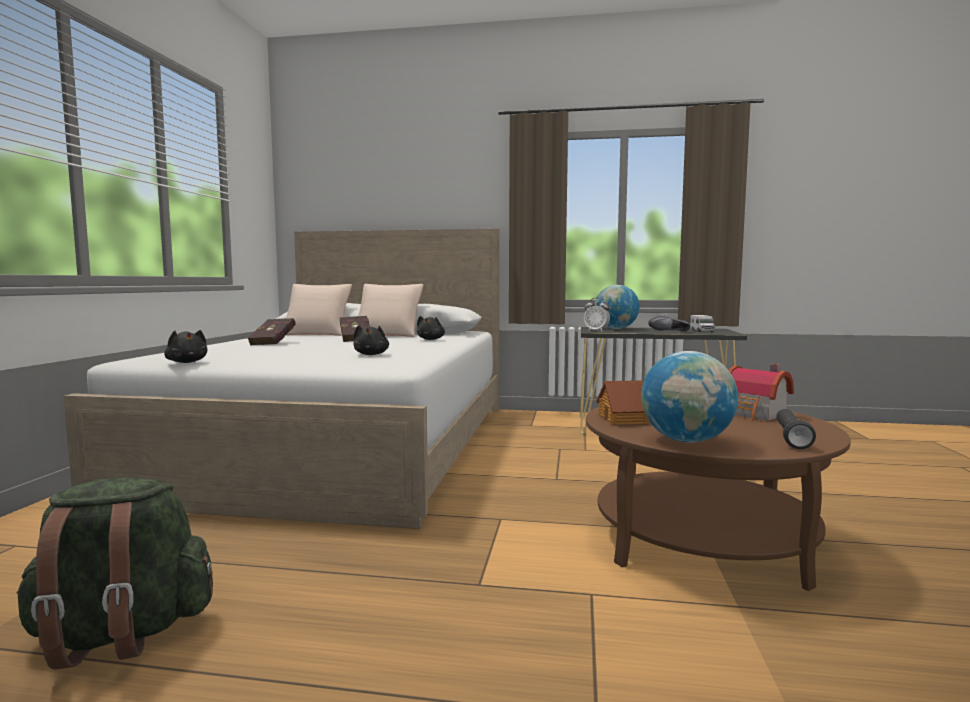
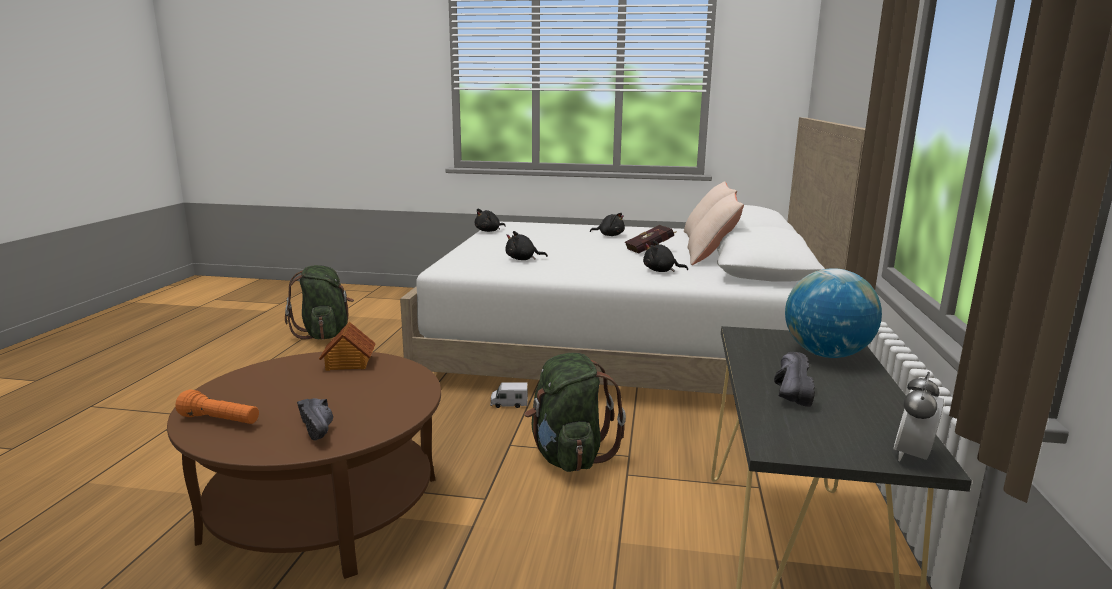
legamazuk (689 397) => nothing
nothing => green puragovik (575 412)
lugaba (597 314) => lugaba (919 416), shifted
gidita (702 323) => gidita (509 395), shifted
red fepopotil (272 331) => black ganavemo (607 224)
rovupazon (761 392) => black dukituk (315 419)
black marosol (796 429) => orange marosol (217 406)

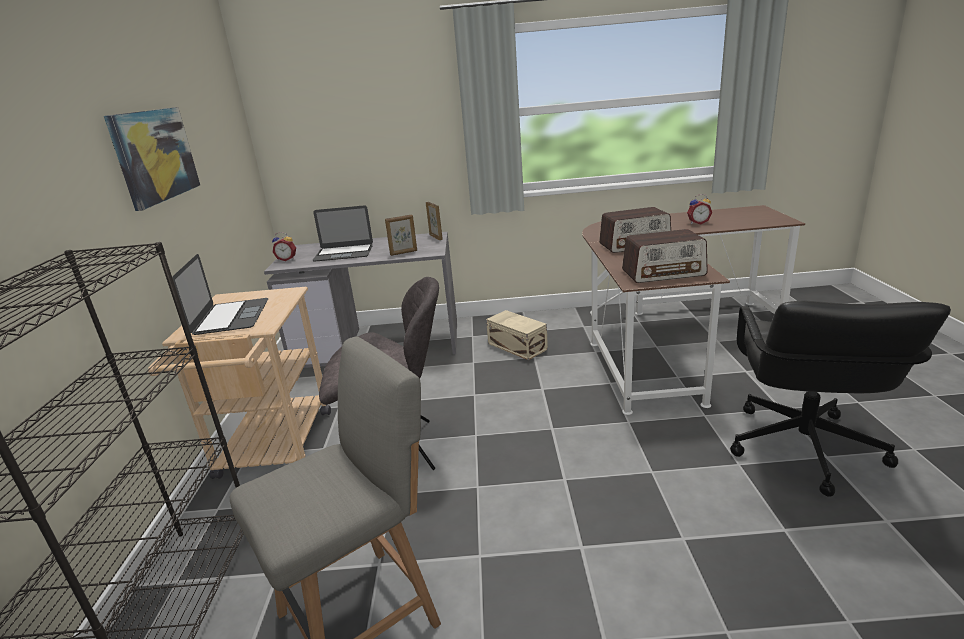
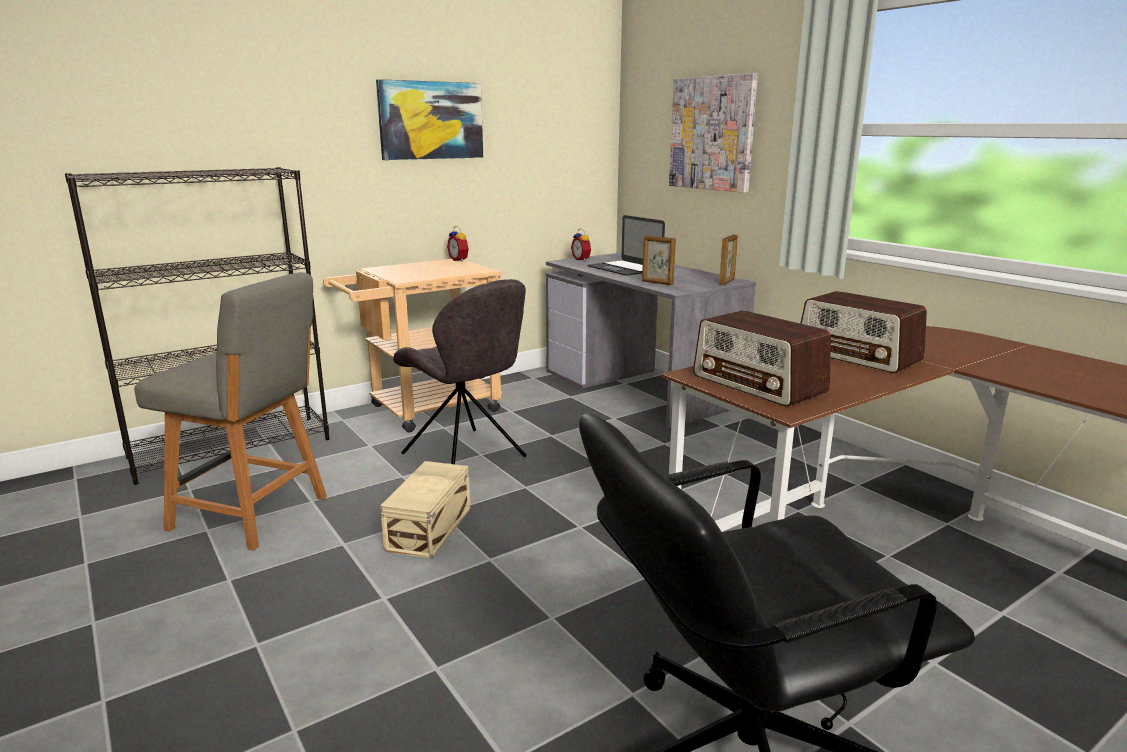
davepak (220 294) => nothing
nothing => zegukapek (713 133)
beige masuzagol (517 335) => beige masuzagol (425 510), shifted
lugaba (699 209) => lugaba (458 244), shifted

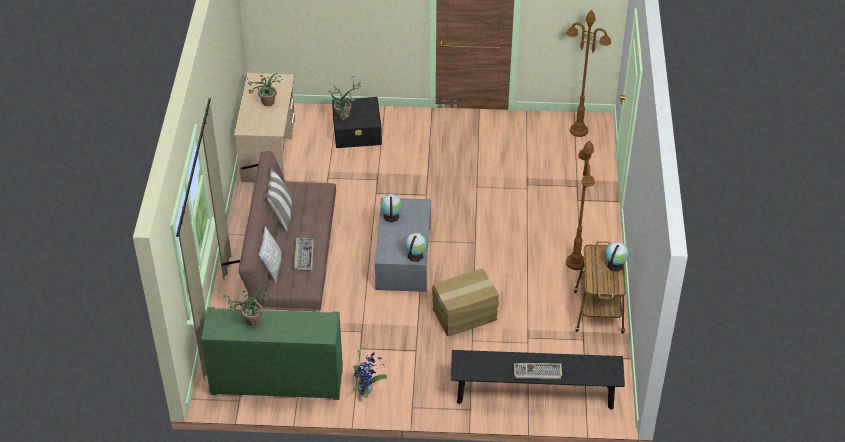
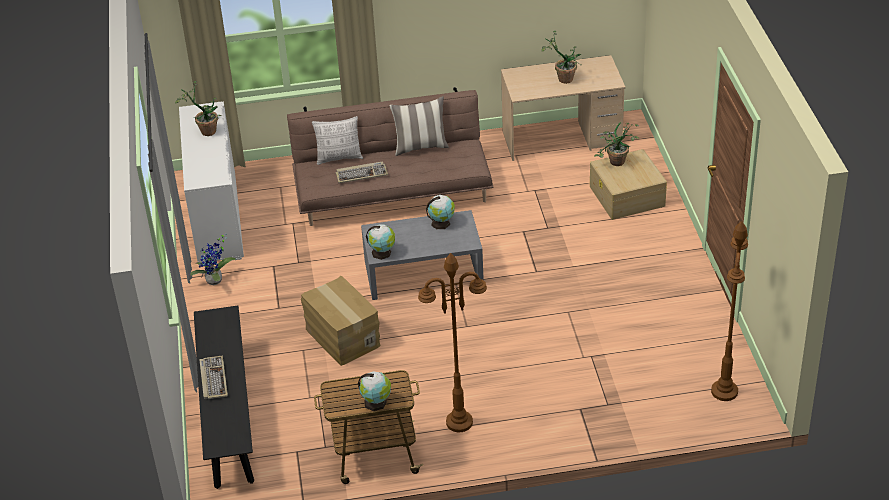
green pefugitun (272 353) => white pefugitun (211 183)
black masuzagol (357 122) => beige masuzagol (628 184)

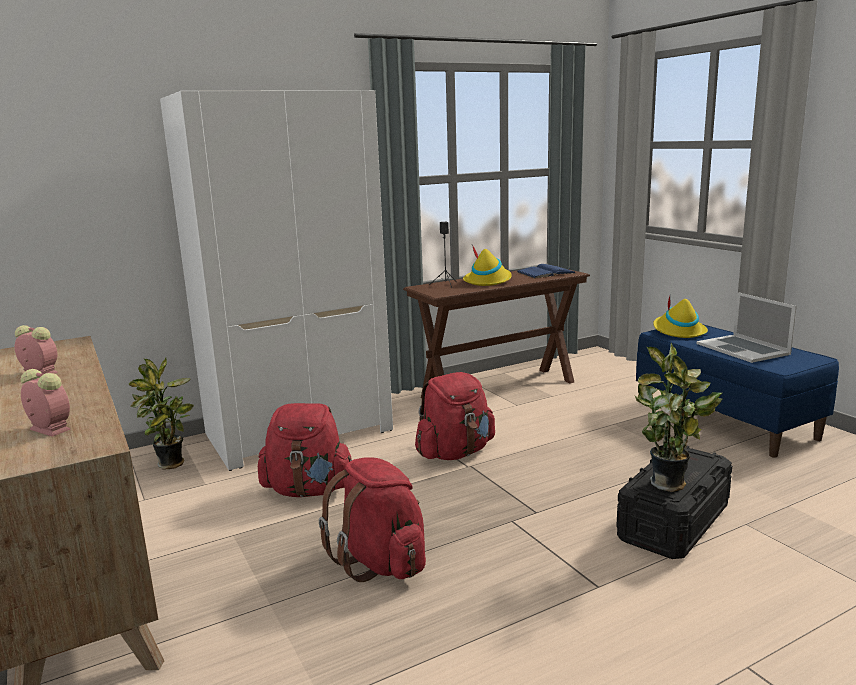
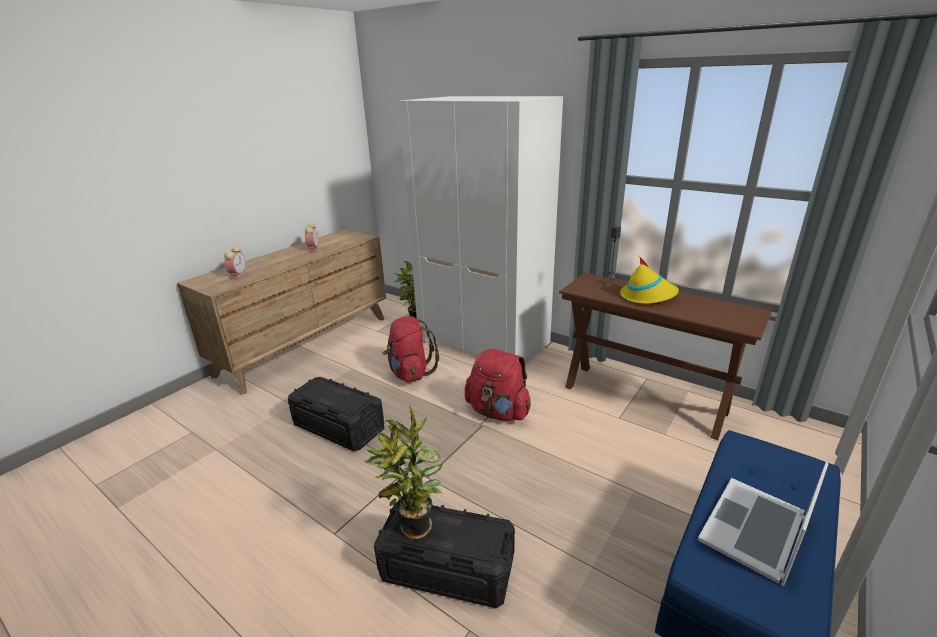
blue fepopotil (546 271) => nothing
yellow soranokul (680 317) => nothing
red puragovik (372 519) => black masuzagol (336 414)

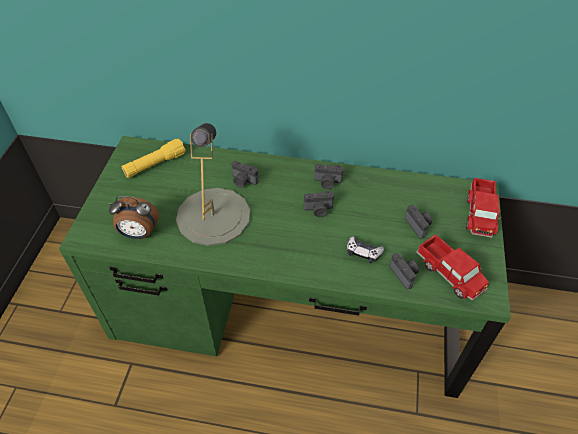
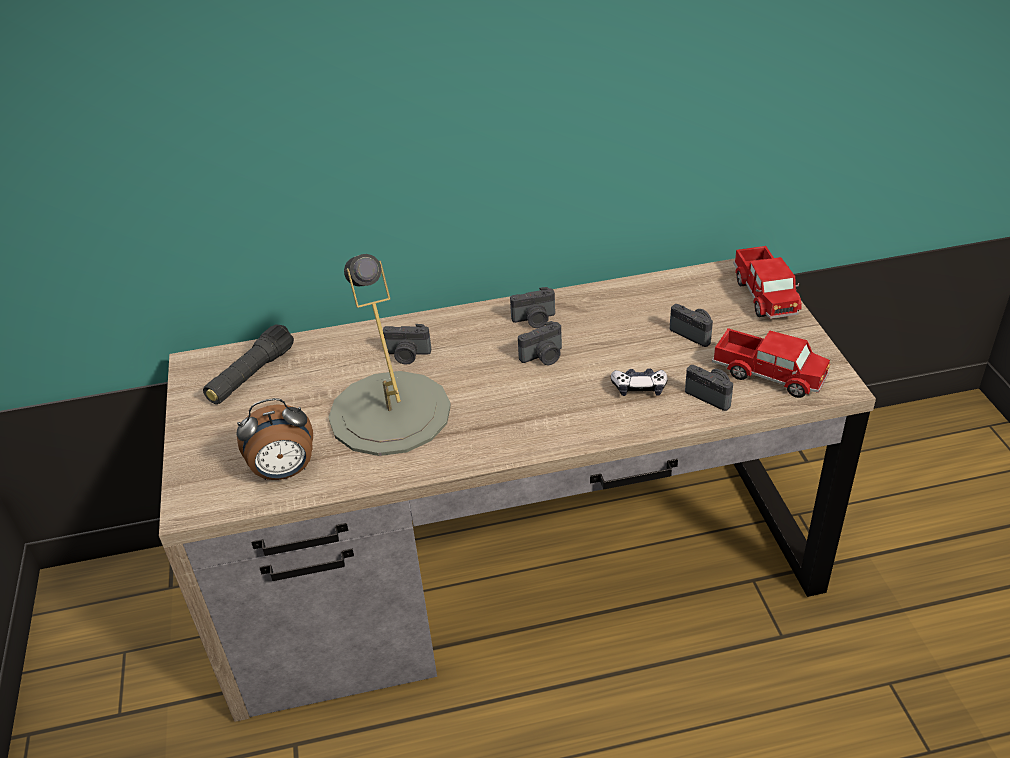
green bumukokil (285 267) => brown bumukokil (517 490)
yellow marosol (154 158) => black marosol (248 364)

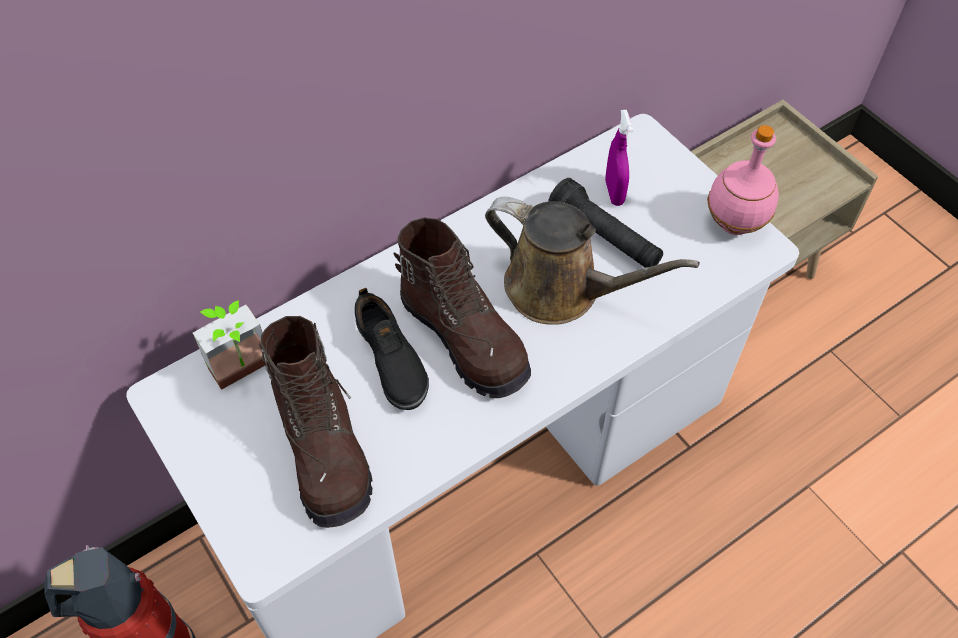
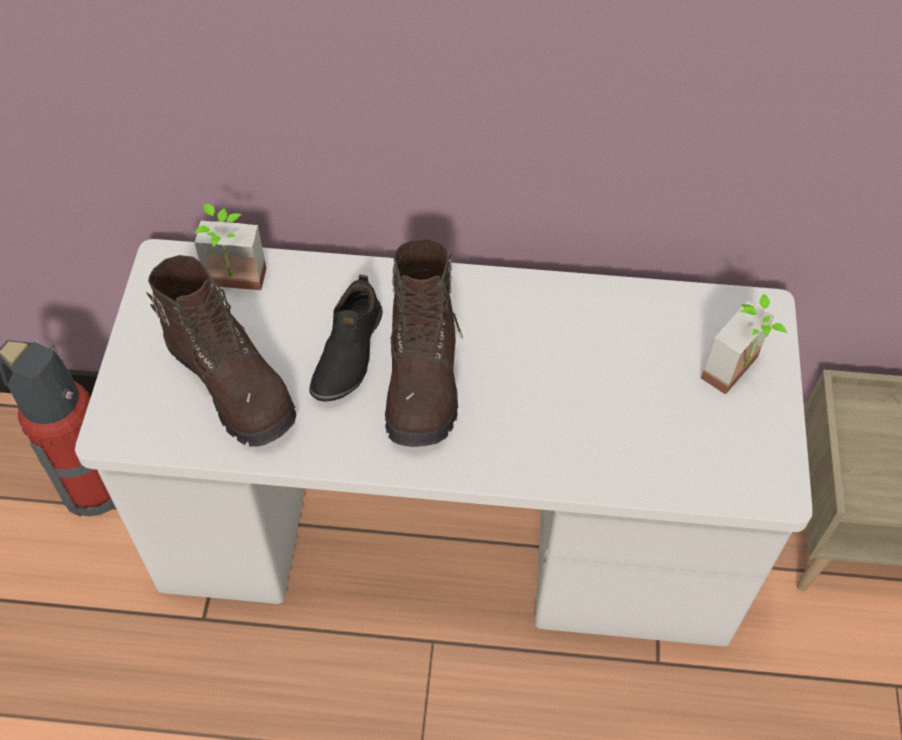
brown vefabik (592 261) => nothing
black marosol (605 223) => nothing
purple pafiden (619 158) => nothing
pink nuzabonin (743 180) => nothing
nothing => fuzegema (744 344)
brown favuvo (315 422) => brown favuvo (221 351), 60 degrees counterclockwise

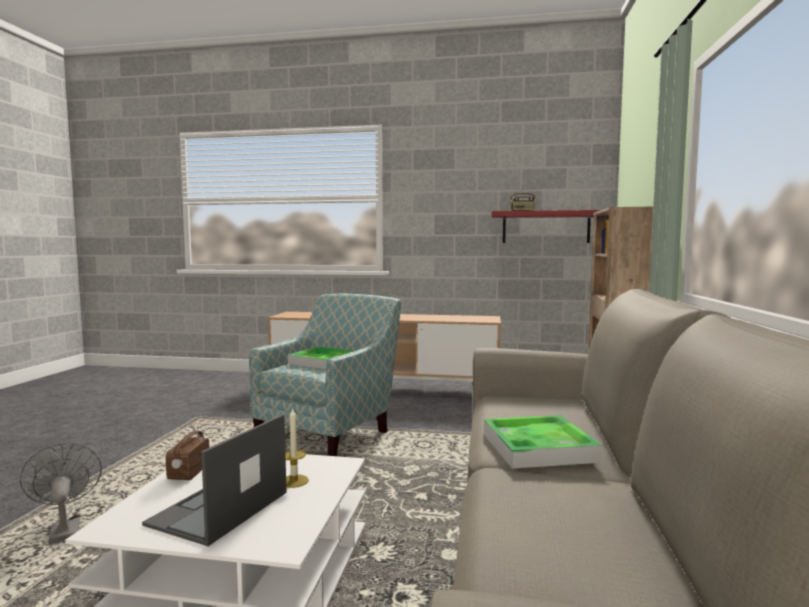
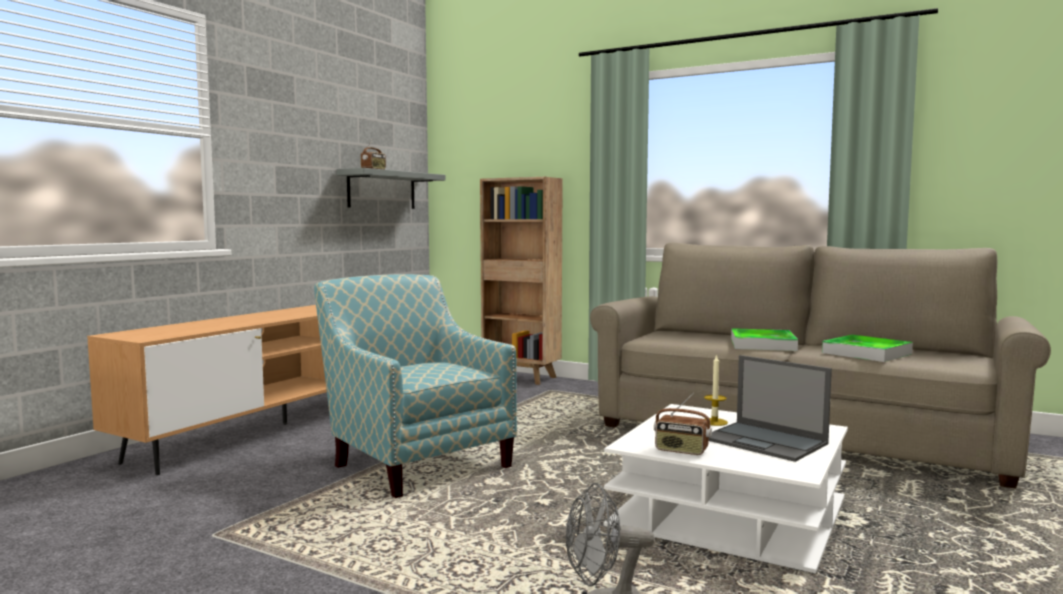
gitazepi (321 358) => gitazepi (867 348), shifted
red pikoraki (546 226) => grey pikoraki (391 188)

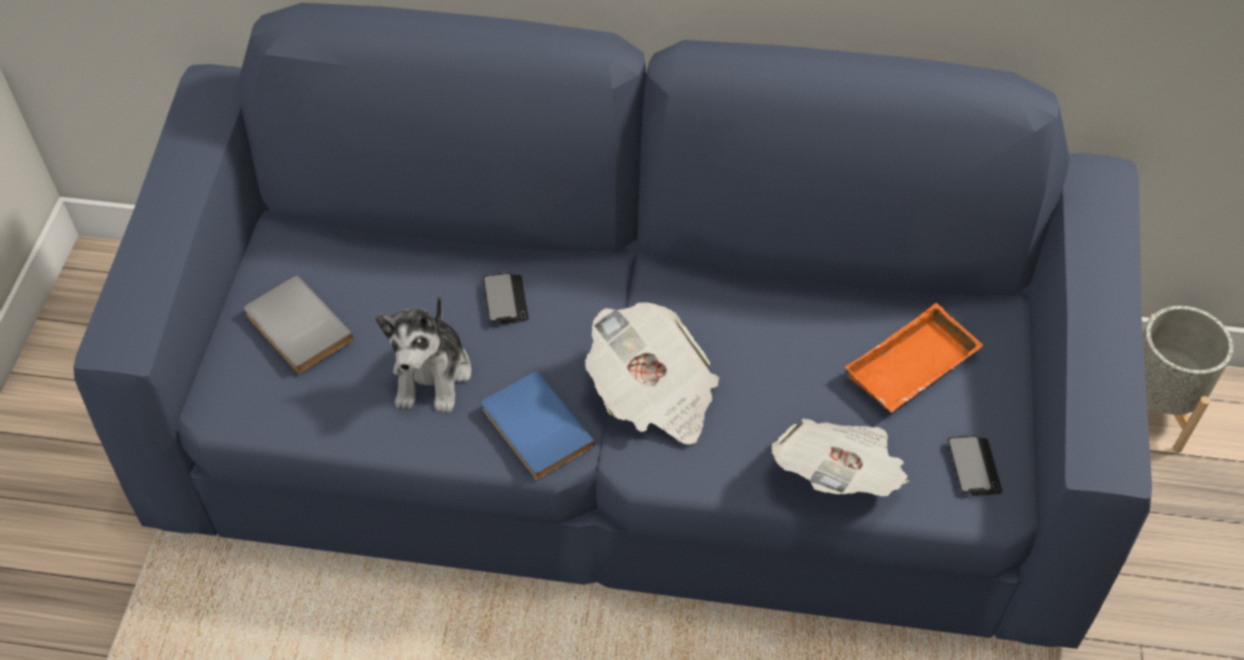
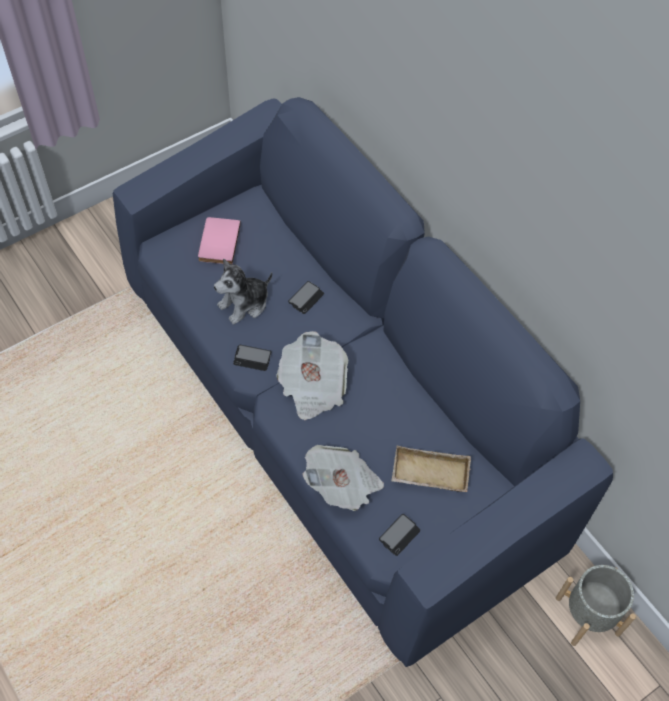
blue fepopotil (538 425) => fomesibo (252 358)
grey fepopotil (299 324) => pink fepopotil (219 240)
orange gitazepi (914 357) => beige gitazepi (431 469)

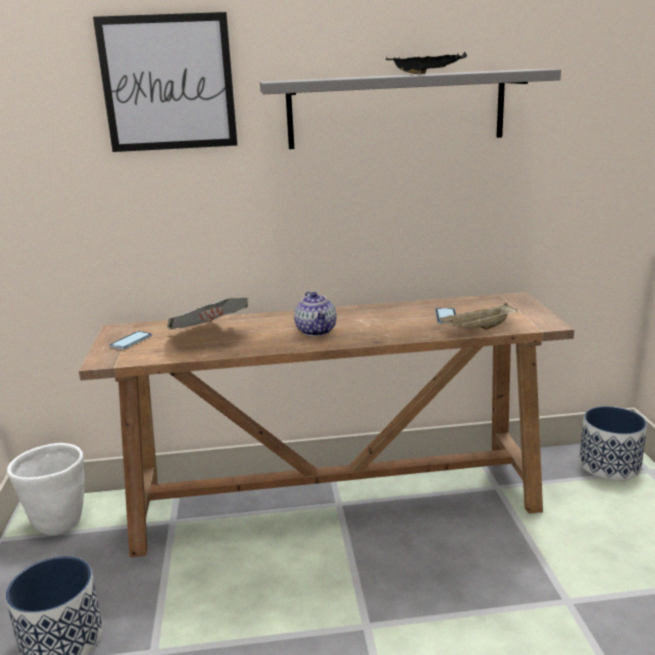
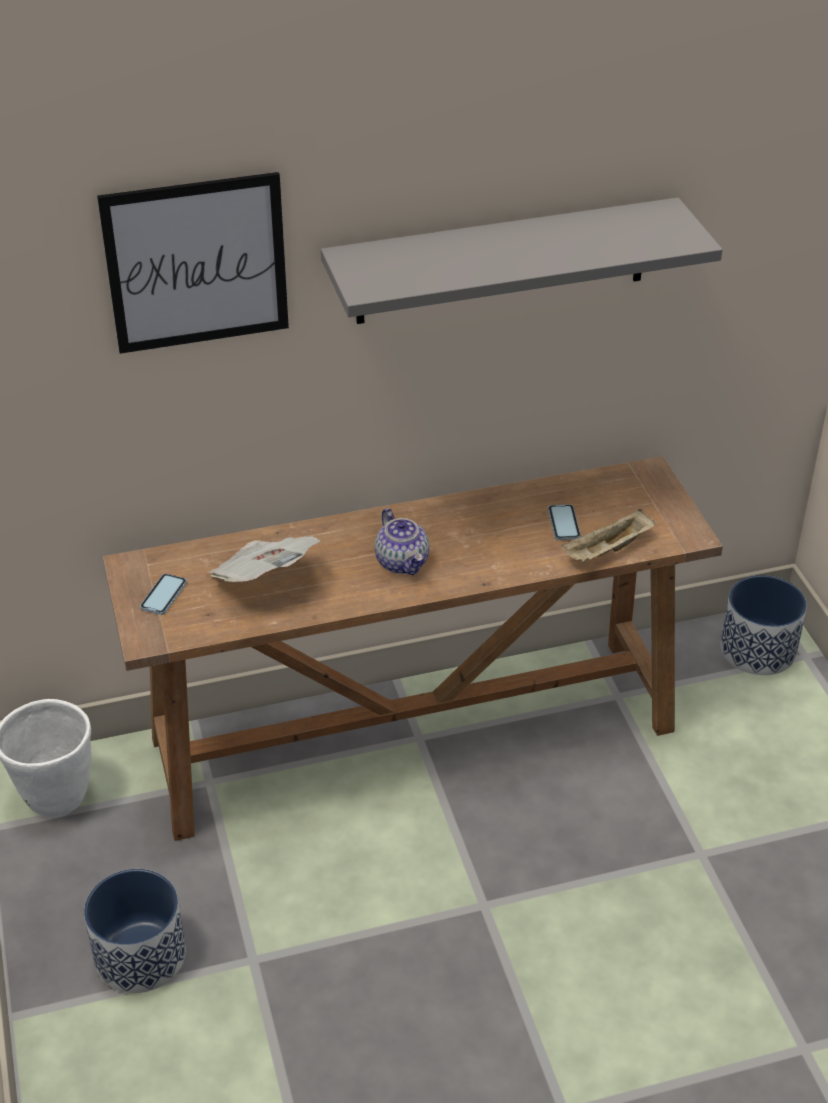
black gitazepi (426 63) => nothing

